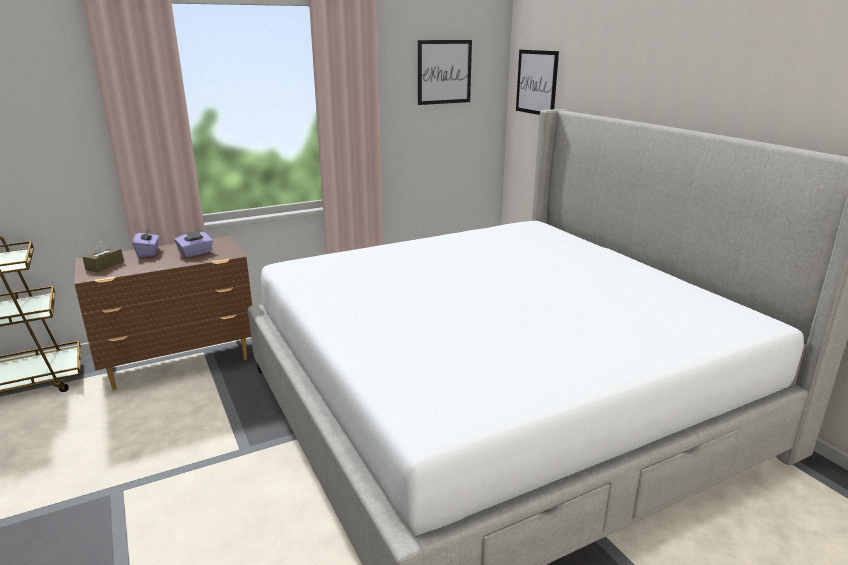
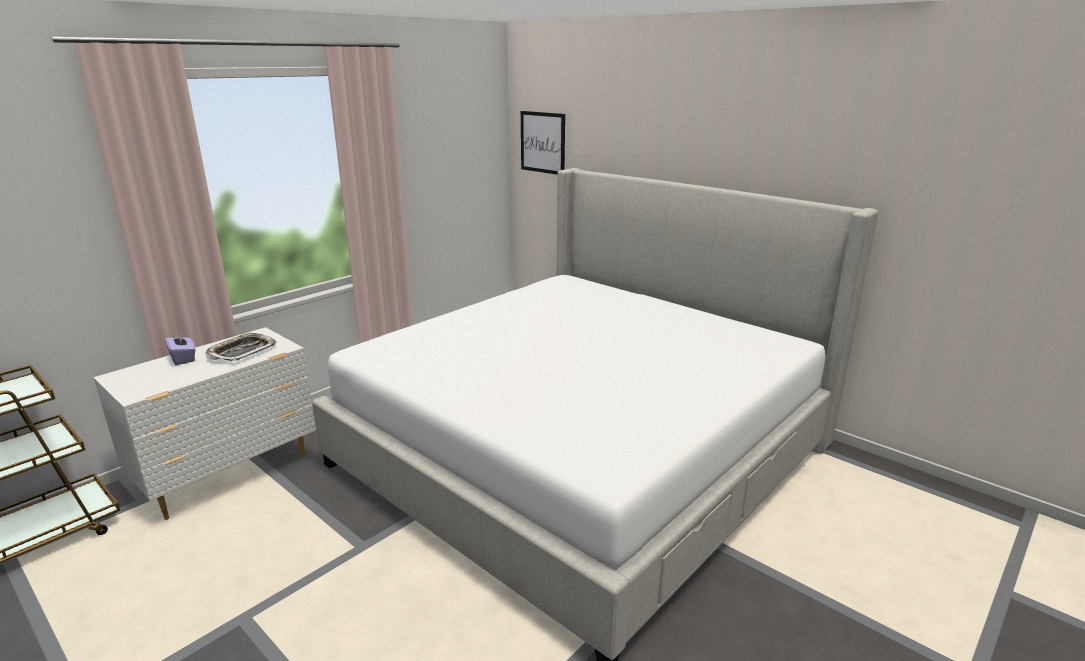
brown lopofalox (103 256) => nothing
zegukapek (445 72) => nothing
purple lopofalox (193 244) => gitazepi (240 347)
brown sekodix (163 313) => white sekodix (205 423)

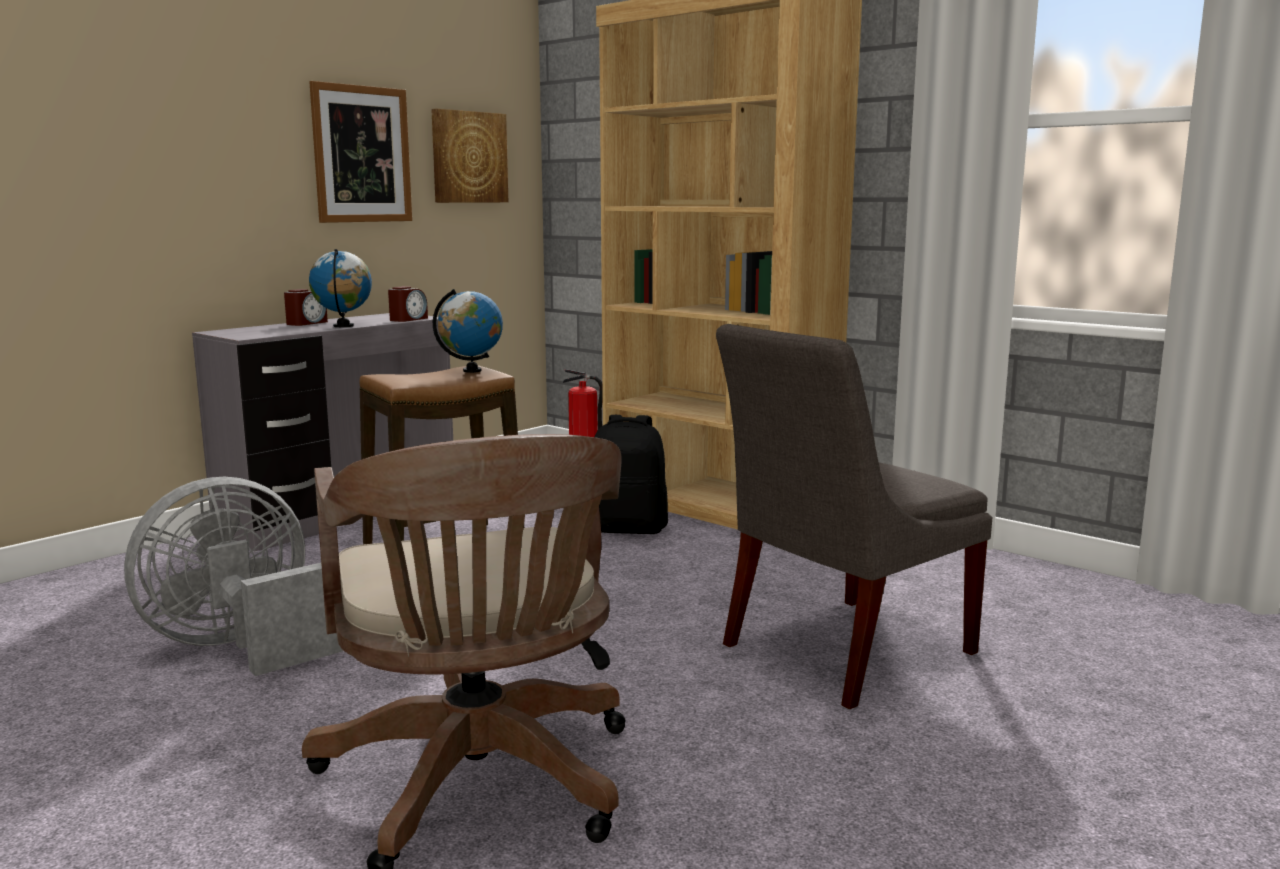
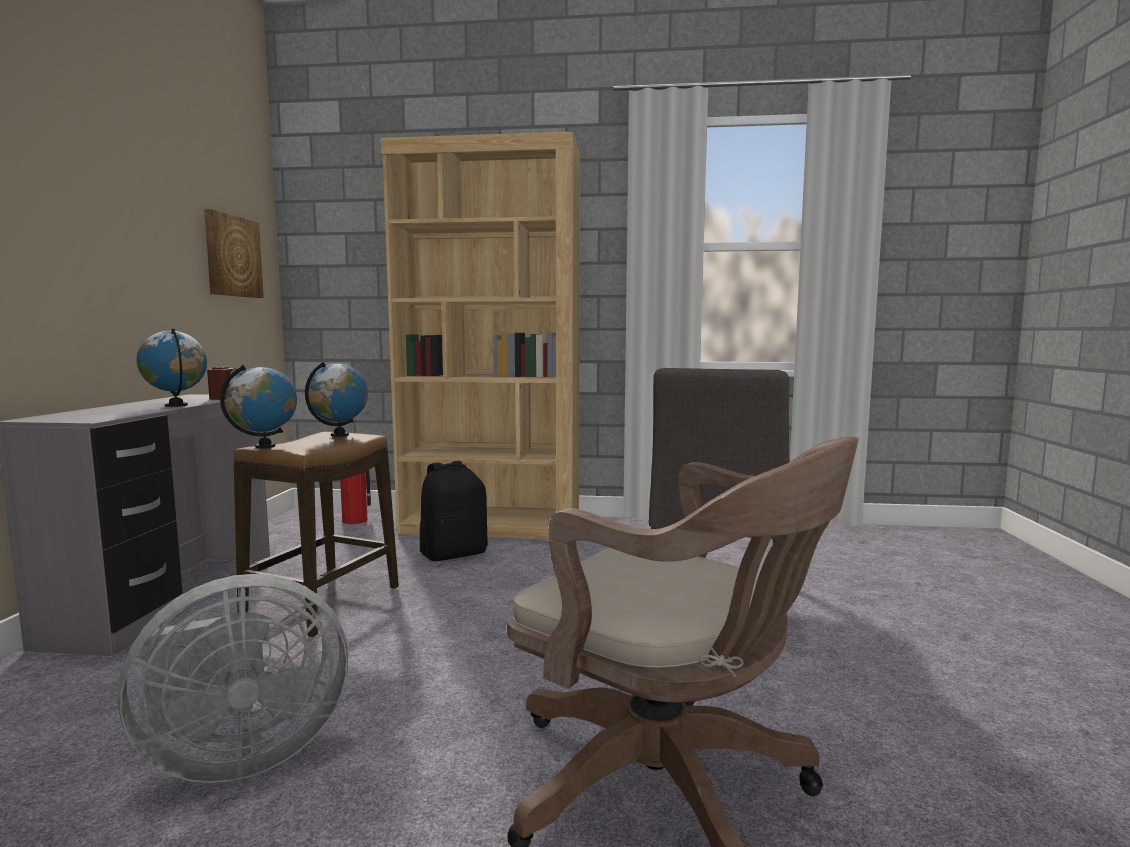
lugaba (306 307) => nothing
zegukapek (360 152) => nothing
nothing => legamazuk (258 406)
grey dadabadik (233 576) => grey dadabadik (233 678), 135 degrees counterclockwise

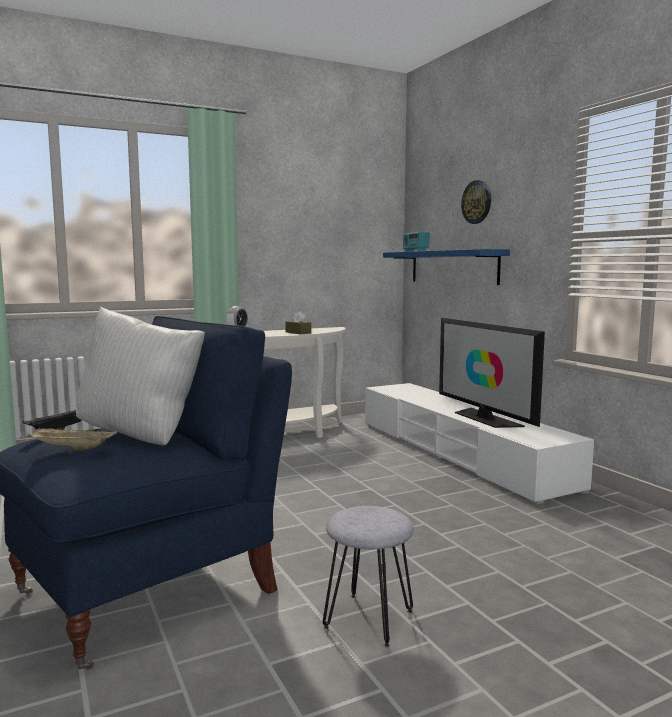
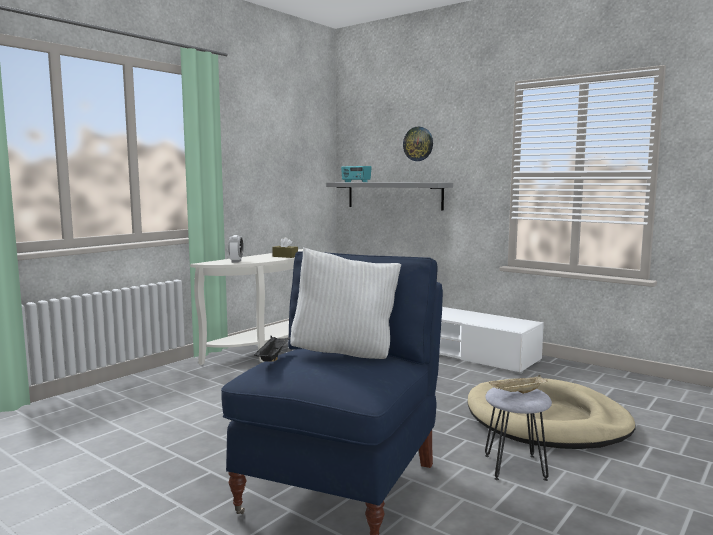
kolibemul (492 373) => nothing
nothing => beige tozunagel (551 413)
beige gitazepi (72 439) => beige gitazepi (518 384), shifted
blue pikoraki (446 267) => grey pikoraki (389 196)

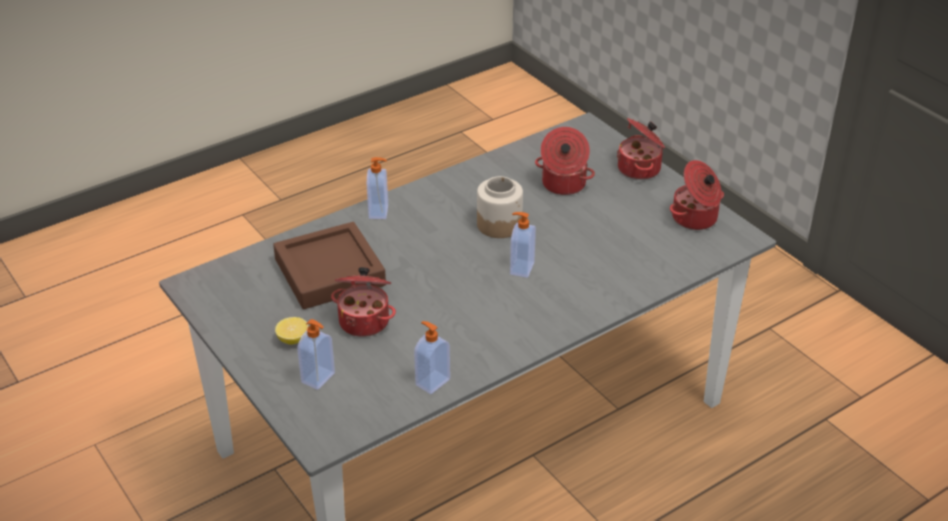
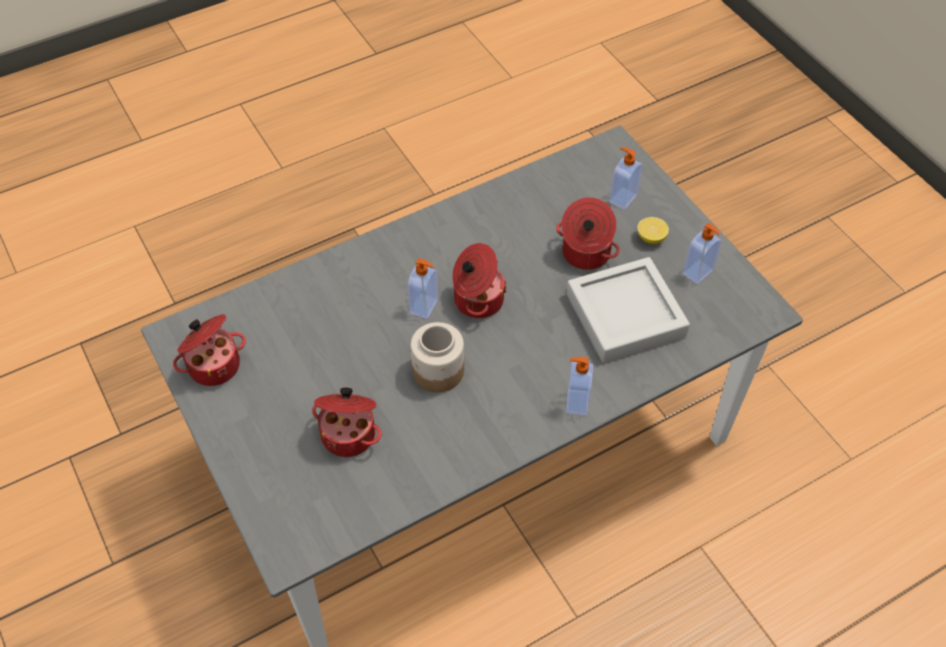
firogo (432 357) => firogo (702 253), shifted
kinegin (641 149) => kinegin (480 280), shifted
brown gitazepi (329 265) => grey gitazepi (628 310)

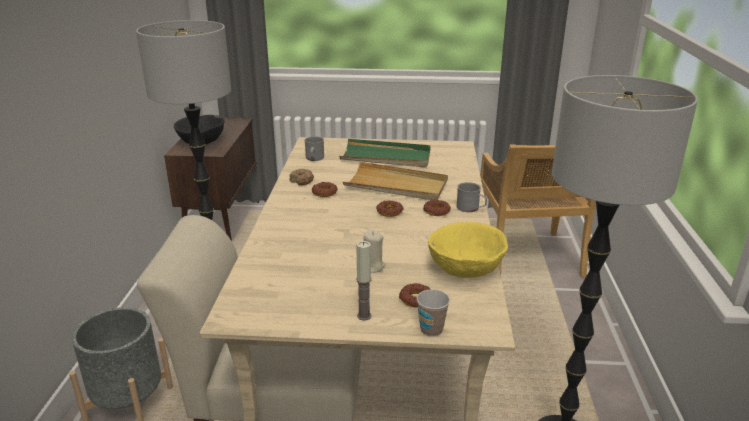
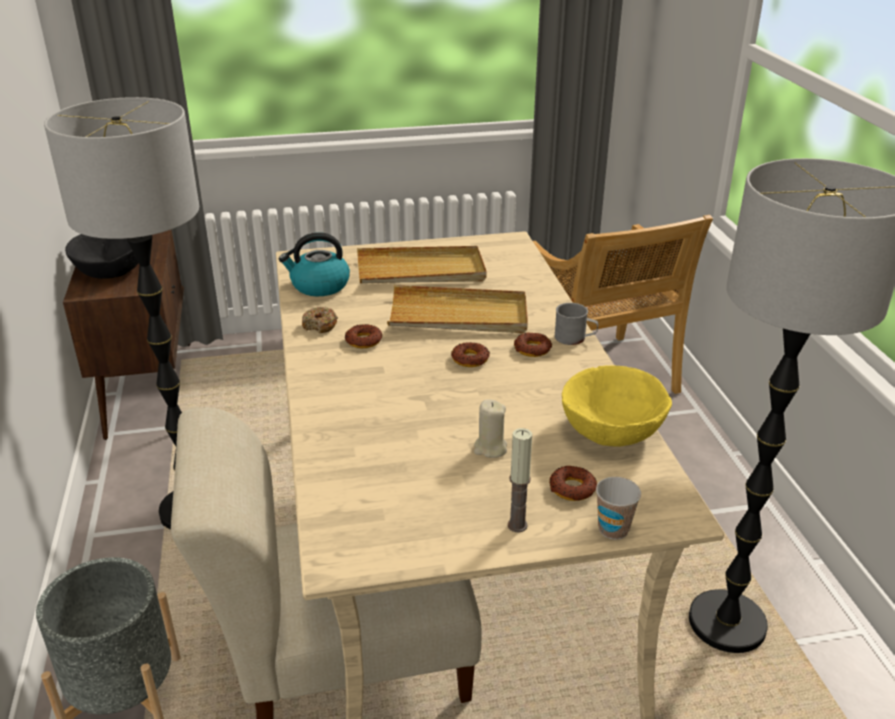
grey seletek (314 148) => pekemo (314 264)
green gitazepi (385 153) => beige gitazepi (422 264)

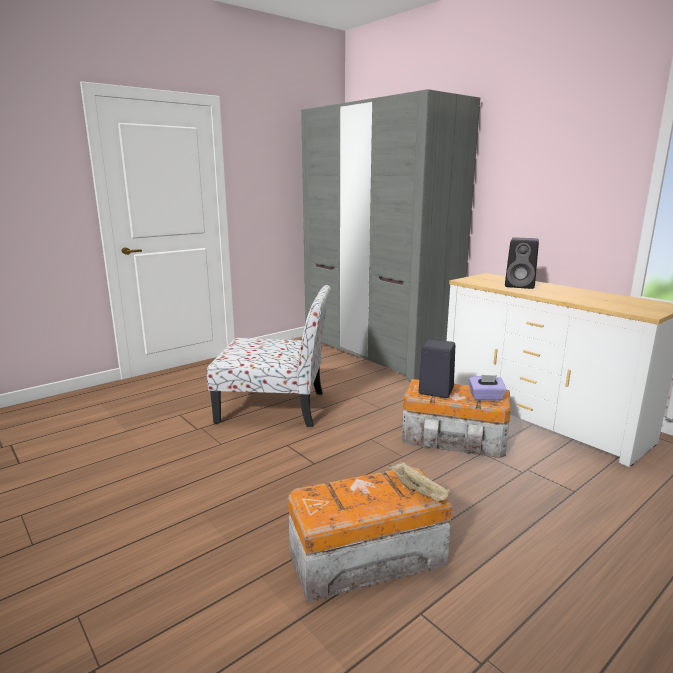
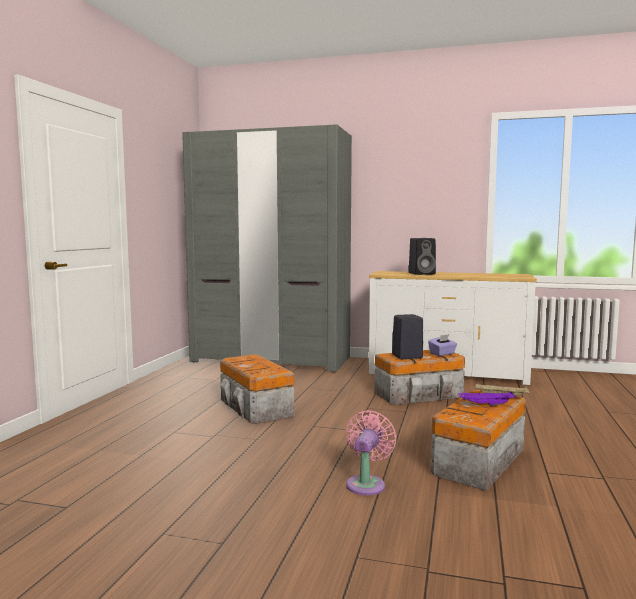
nothing => pink dadabadik (371 452)
nothing => purple gitazepi (487 399)
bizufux (269 356) => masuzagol (257 389)

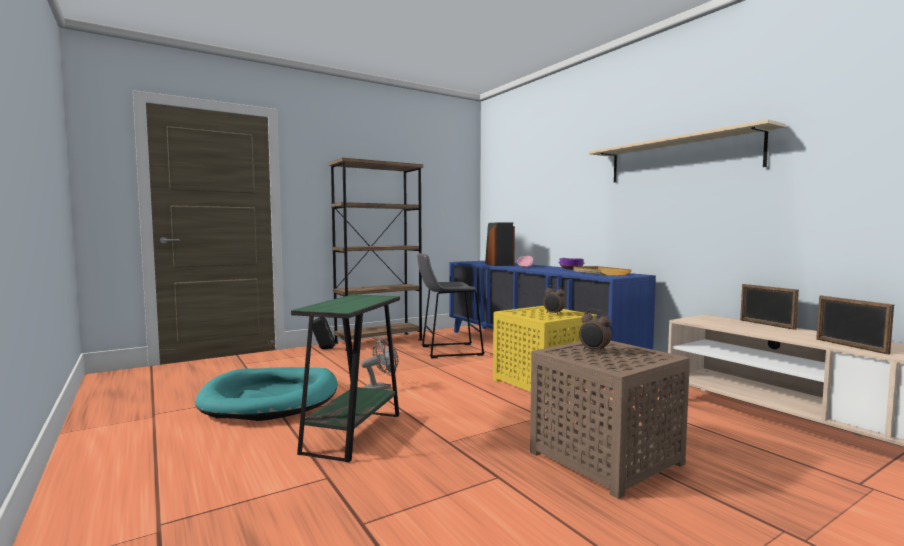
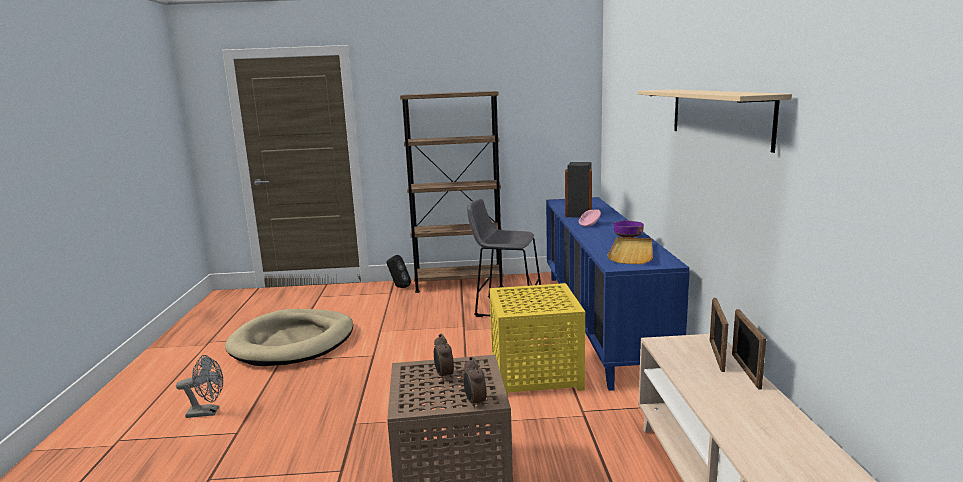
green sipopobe (345 378) => nothing
grey dadabadik (379 363) => grey dadabadik (199 386), shifted
lugaba (554 300) => lugaba (475 382), shifted
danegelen (855 325) => danegelen (718 335), shifted
turquoise tozunagel (266 394) => beige tozunagel (289 337)

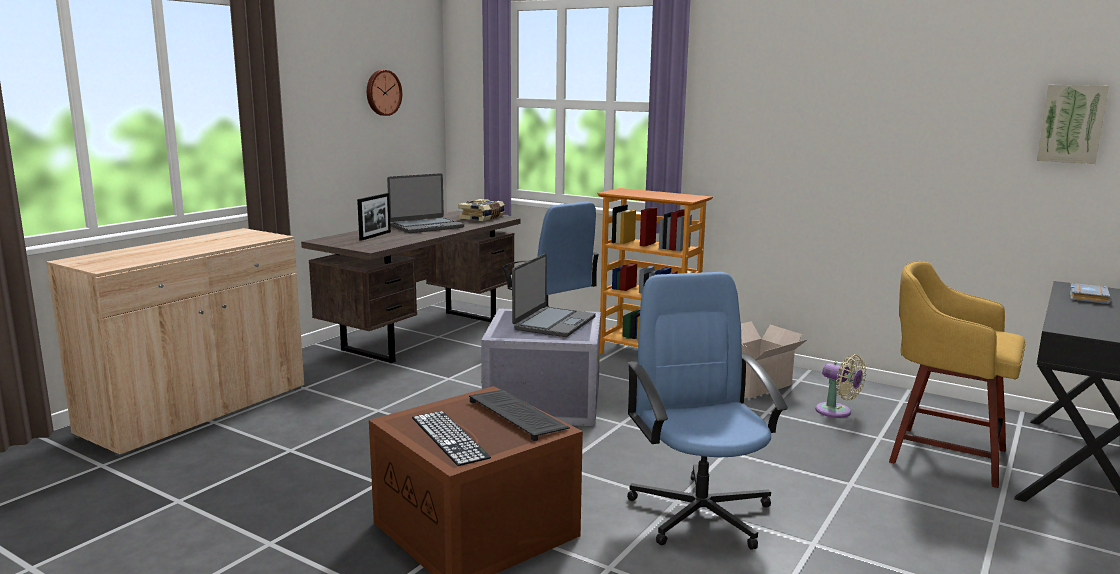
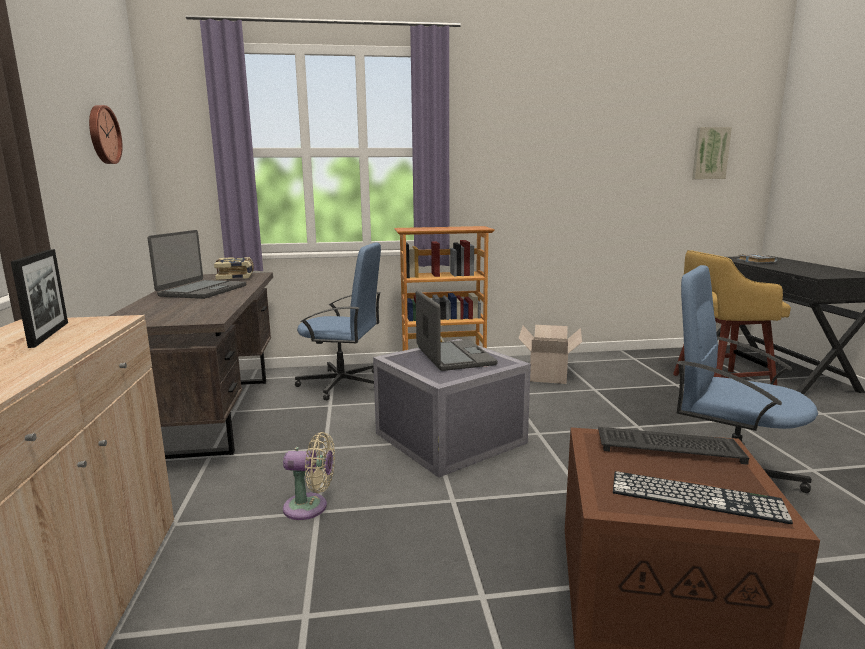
danegelen (374 217) => danegelen (39 298), shifted
beige dadabadik (841 386) => beige dadabadik (309 476), shifted

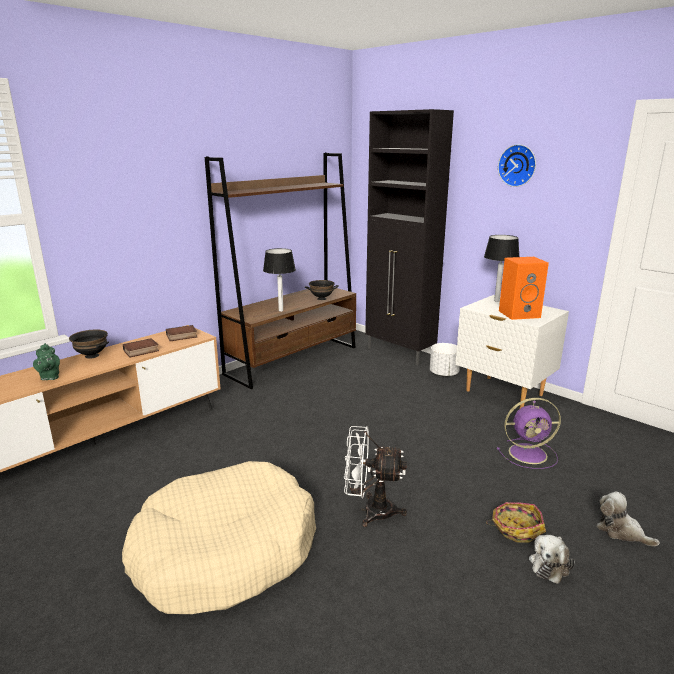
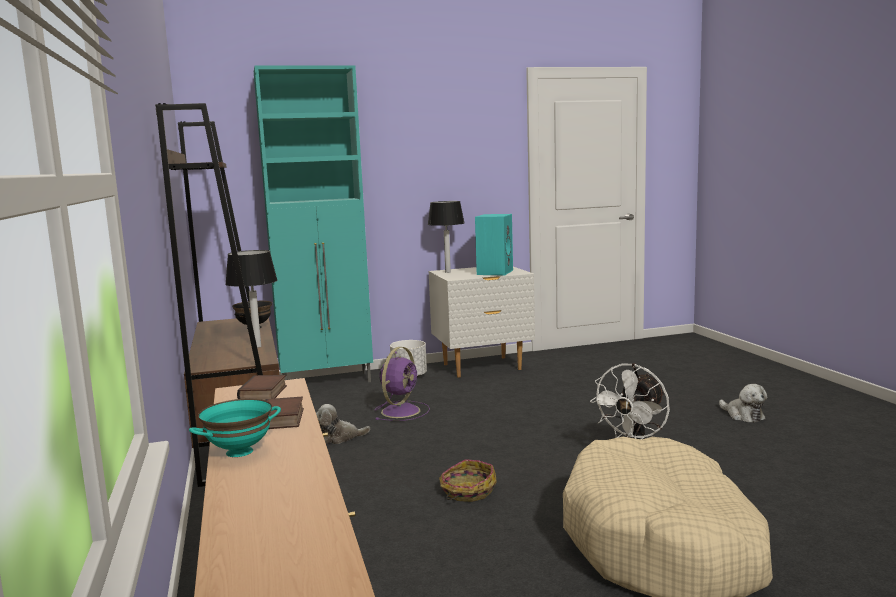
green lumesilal (46 361) => nothing
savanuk (517 165) => nothing
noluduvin (516 522) => noluduvin (467 480), shifted
purple dadabadik (529 433) => purple dadabadik (402 384), shifted
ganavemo (628 518) => ganavemo (343 424), shifted
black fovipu (89 344) => turquoise fovipu (235 427)
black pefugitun (409 237) => turquoise pefugitun (313 223)
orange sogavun (524 288) => turquoise sogavun (494 245)

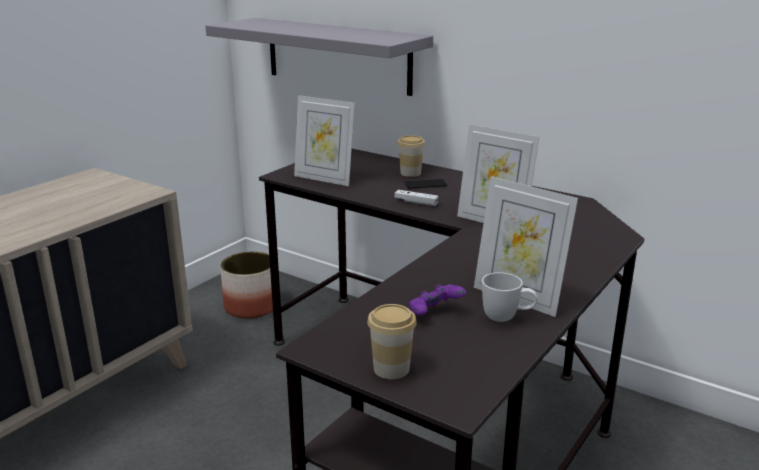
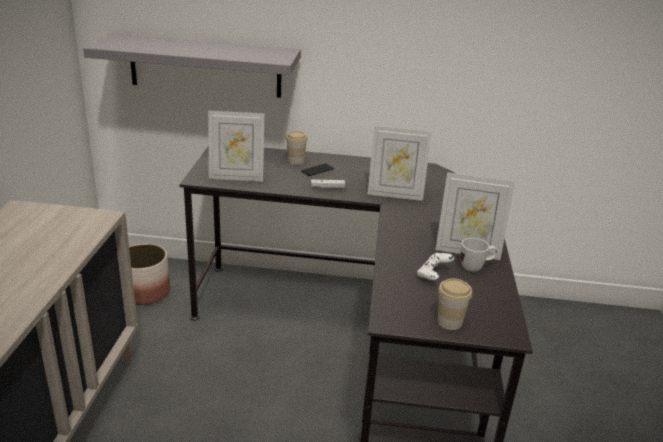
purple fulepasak (438 299) => white fulepasak (435 266)

